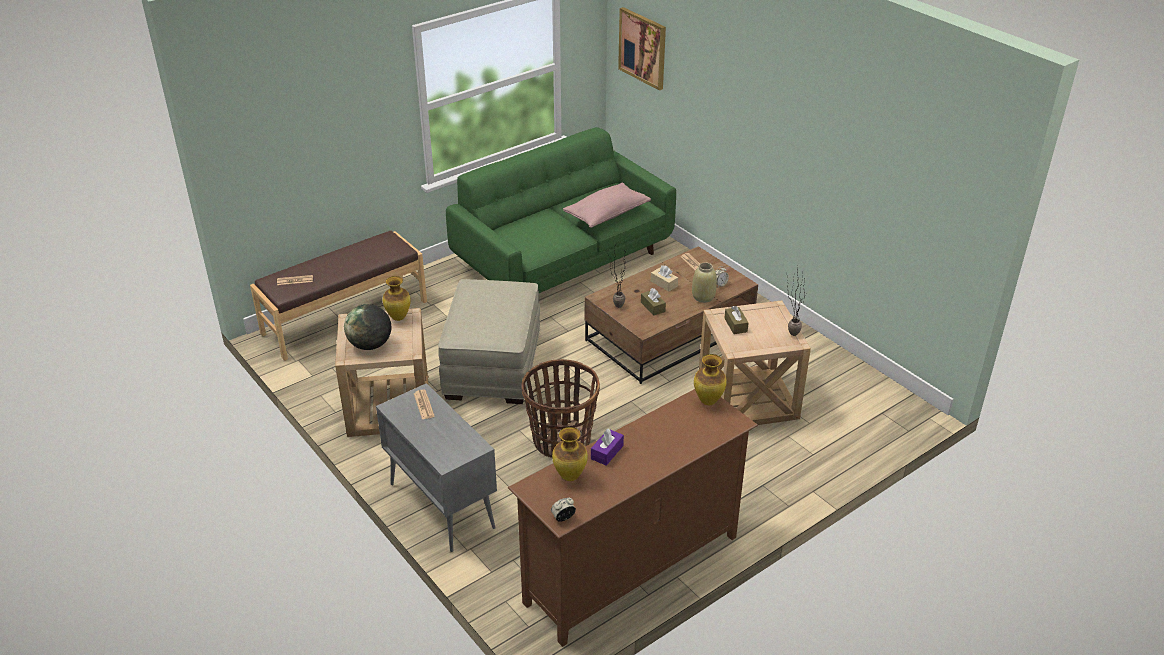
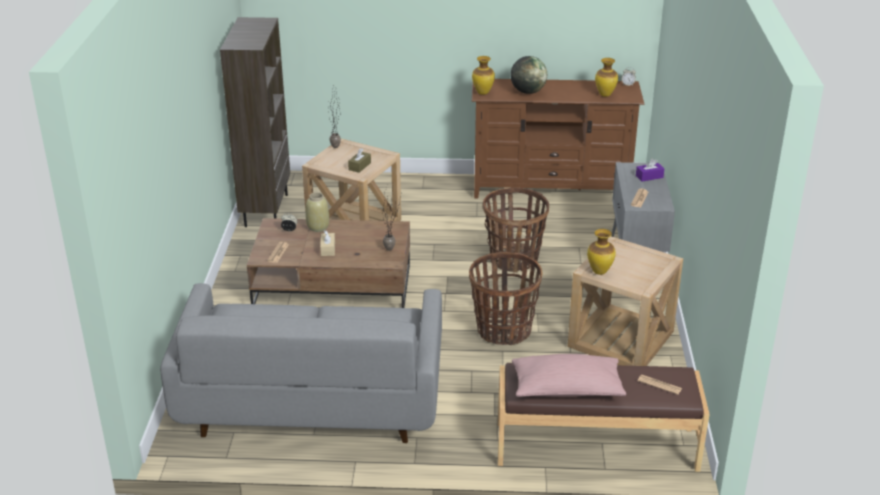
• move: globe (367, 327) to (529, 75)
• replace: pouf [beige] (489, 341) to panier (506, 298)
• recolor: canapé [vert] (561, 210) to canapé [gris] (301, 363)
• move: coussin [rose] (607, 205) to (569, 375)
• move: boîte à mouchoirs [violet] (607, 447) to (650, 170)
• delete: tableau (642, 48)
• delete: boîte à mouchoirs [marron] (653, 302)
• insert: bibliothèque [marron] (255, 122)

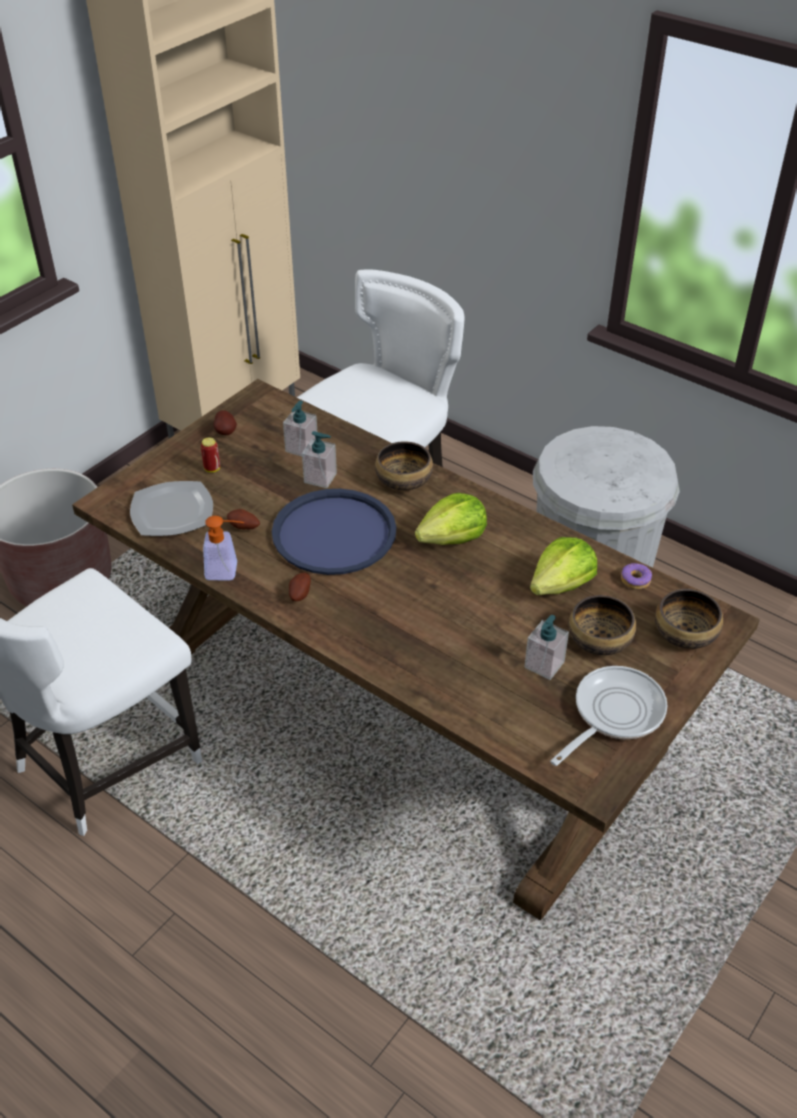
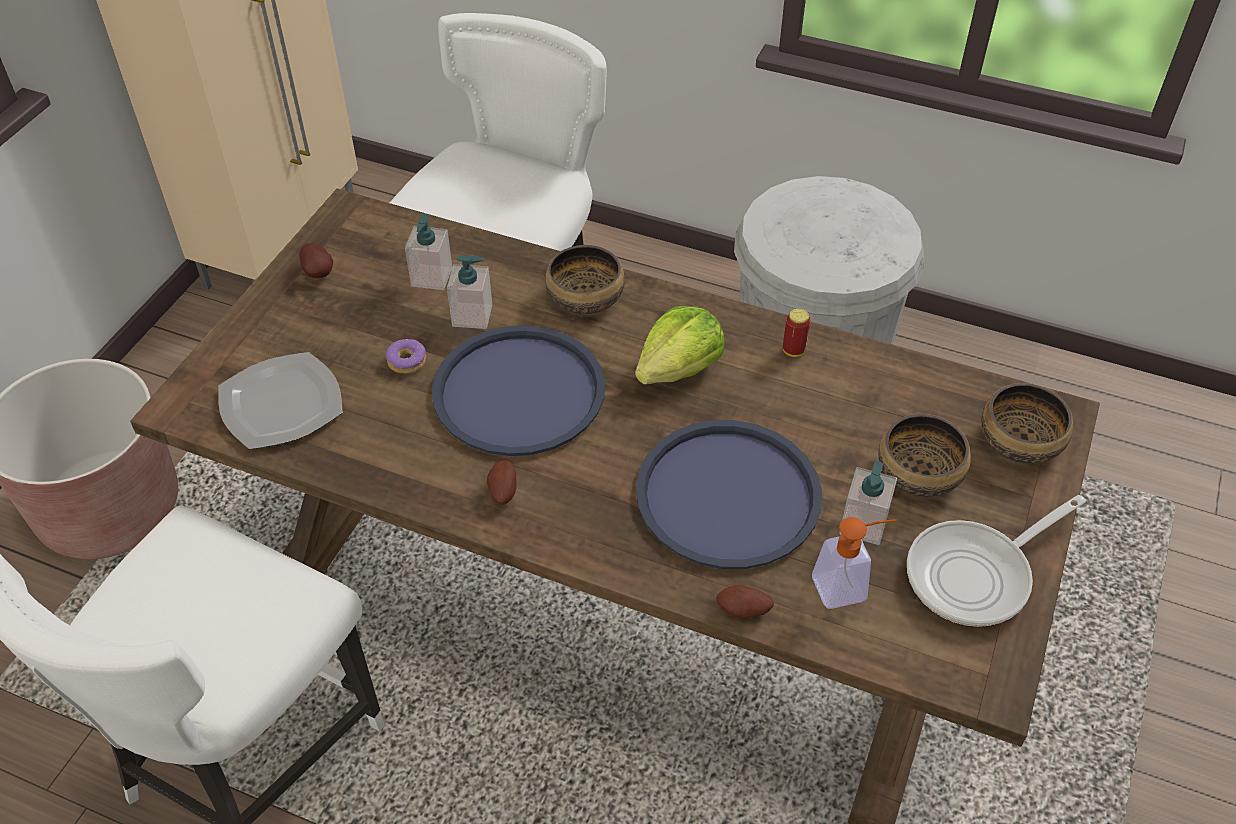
• move: boîte métallique (210, 455) to (797, 333)
• move: distributeur de savon (223, 548) to (854, 563)
• move: pomme de terre (243, 519) to (745, 602)
• delete: laitue (563, 566)
• rotate: poêle (609, 716) = (996, 561) 150 degrees counterclockwise
• move: beignet (636, 576) to (406, 356)
• insert: plateau [bleu] (729, 494)

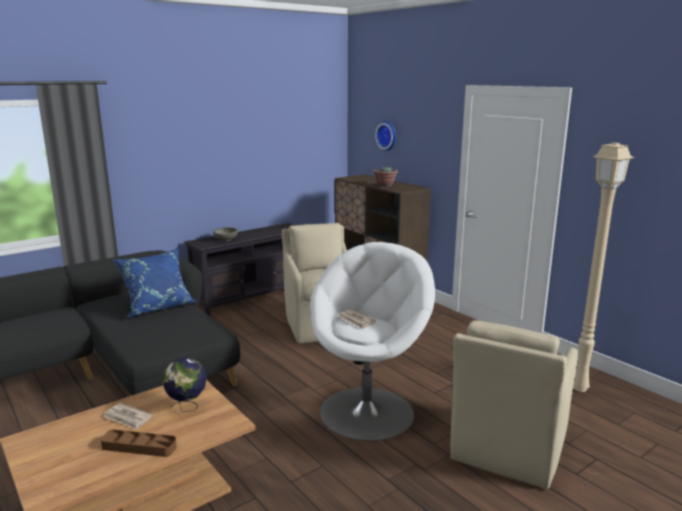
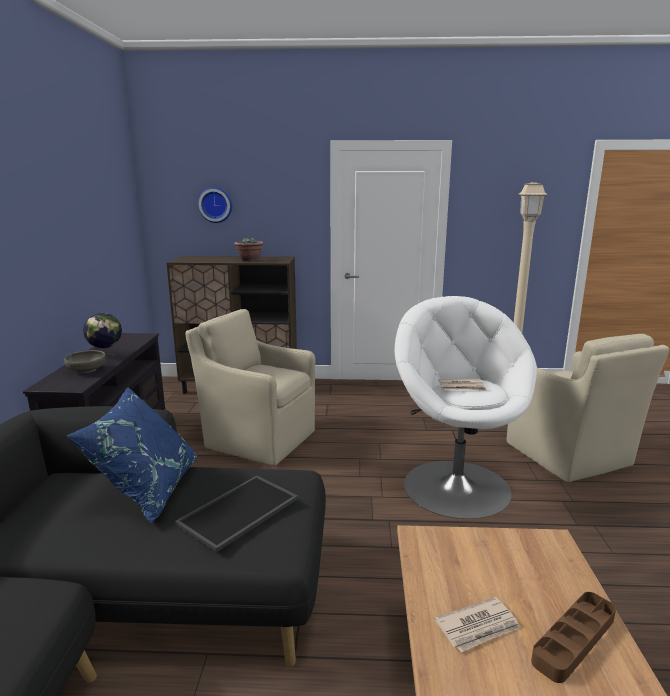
• move: globe (184, 385) to (102, 335)
• insert: plateau (236, 514)

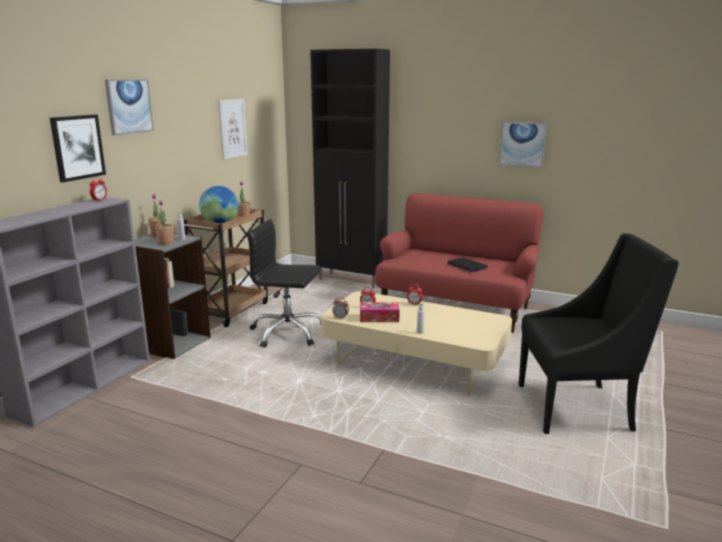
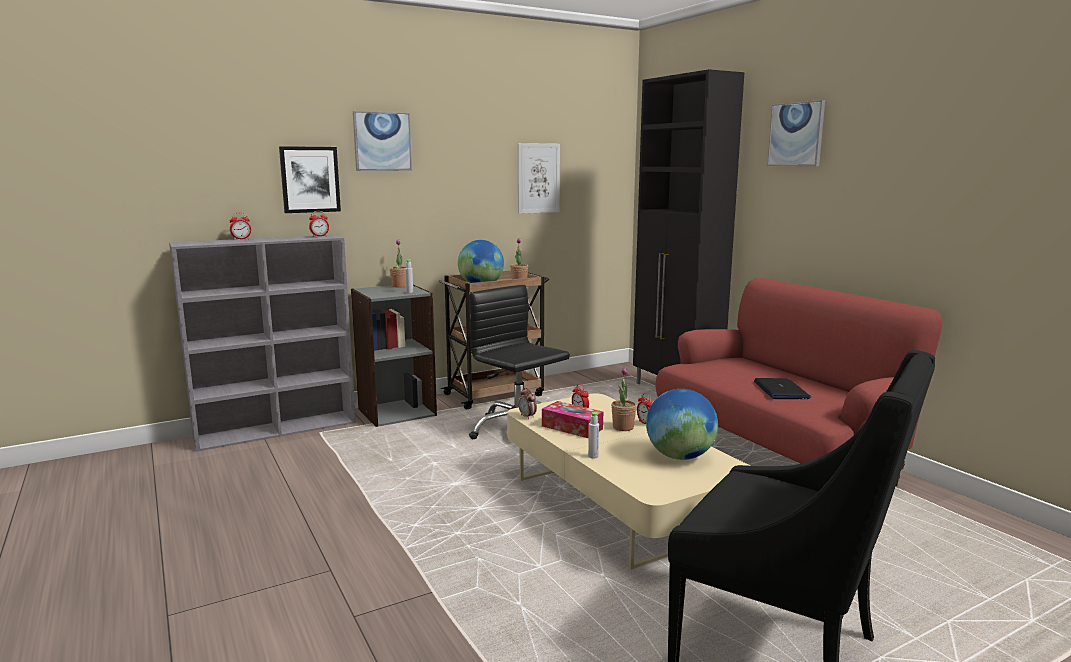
• move: plante en pot (164, 222) to (624, 399)
• move: tableau (523, 144) to (796, 133)
• insert: réveil (240, 226)
• insert: globe (682, 424)

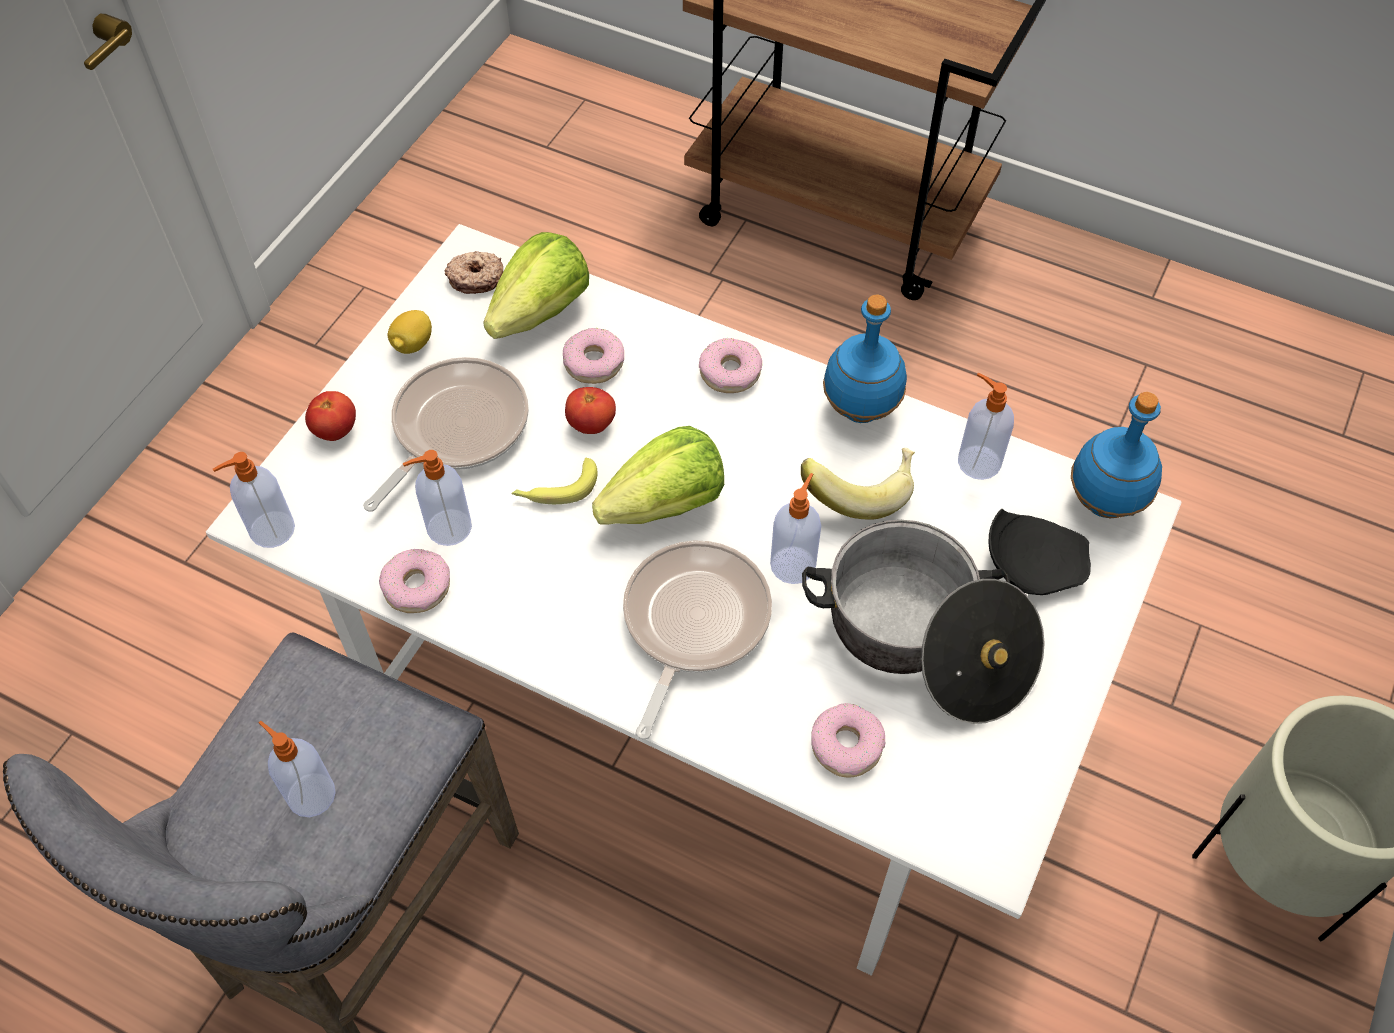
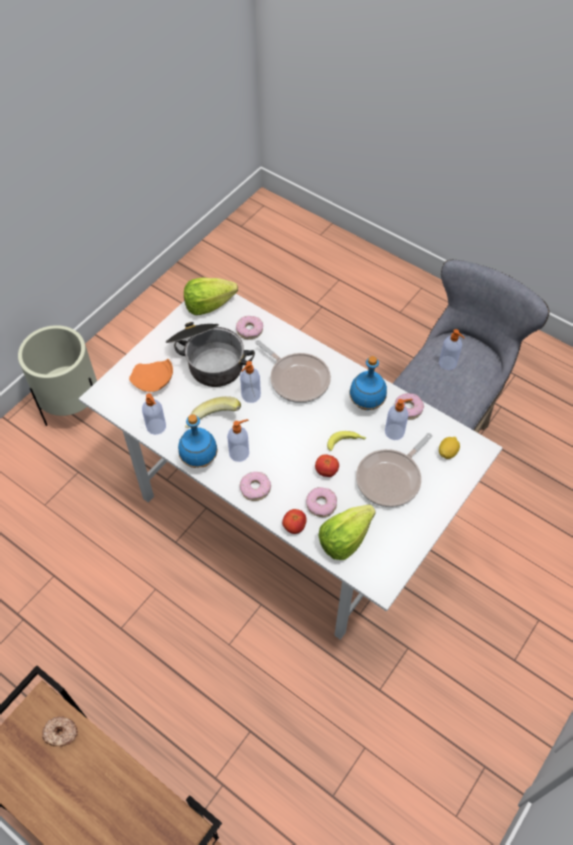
• move: distributeur de savon (254, 500) to (238, 440)
• move: tomate (330, 416) to (294, 521)
• move: citron (410, 332) to (449, 448)
• move: beignet (474, 272) to (60, 731)
• move: laitue (658, 475) to (211, 296)
• rotate: poêle (697, 640) = (293, 371) 75 degrees counterclockwise
• recolor: assiette [noir] (1039, 552) to assiette [orange] (151, 375)
• move: bouteille [bleu] (1116, 455) to (368, 383)

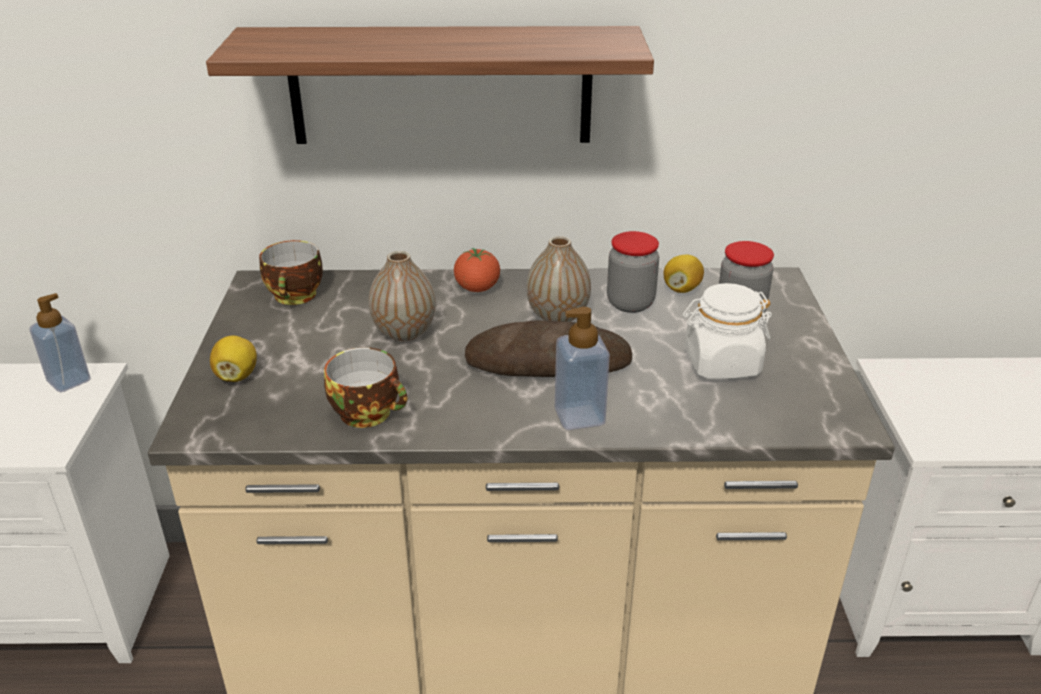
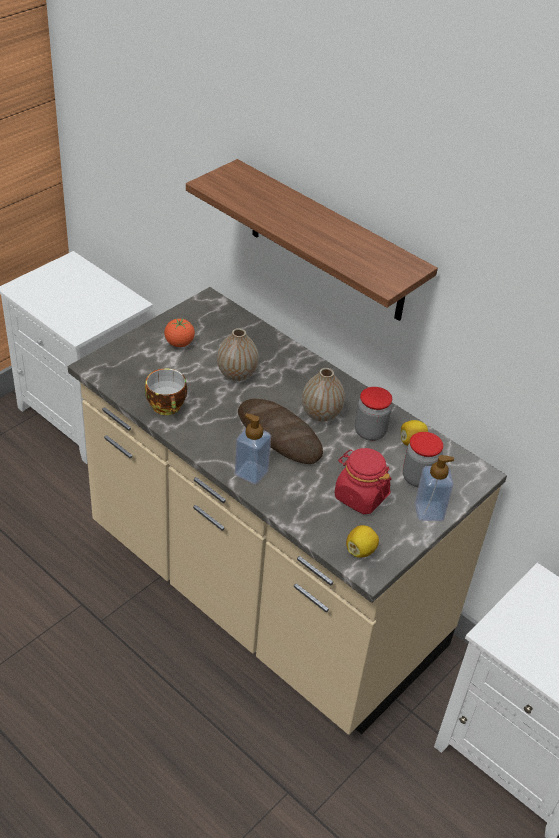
• move: distributeur de savon (60, 342) to (434, 488)
• move: citron (233, 359) to (362, 541)
• delete: tasse (291, 272)
• move: tomate (477, 270) to (179, 332)
• recolor: bocal [blanc] (727, 331) to bocal [rouge] (363, 481)

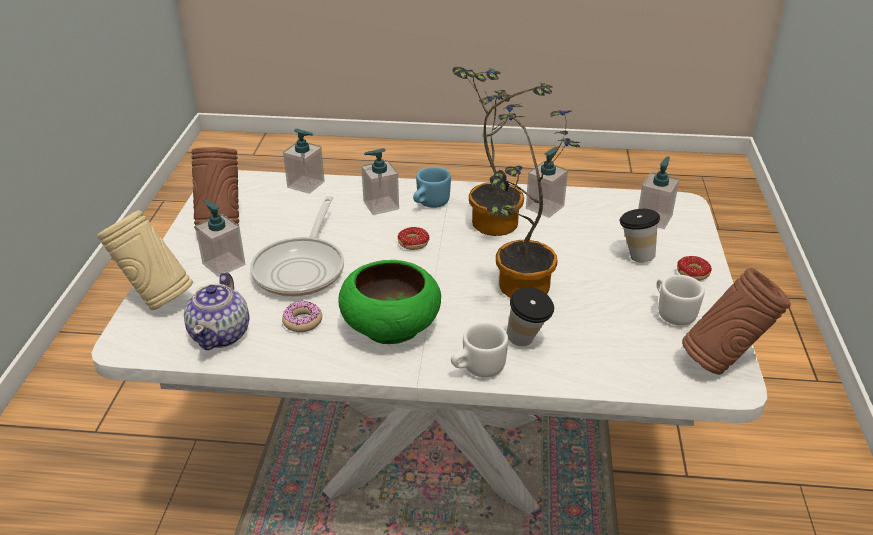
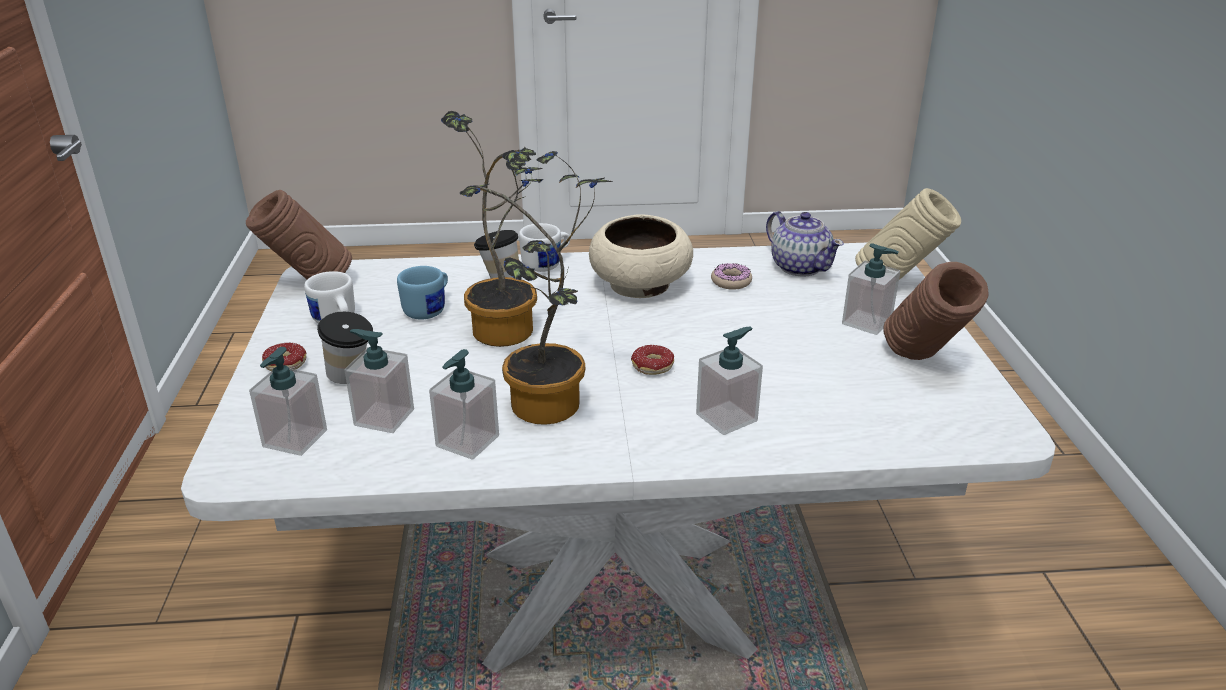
• rotate: théière (216, 311) = (805, 244) 150 degrees clockwise
• delete: poêle (297, 246)
• move: distributeur de savon (304, 161) to (379, 381)
• recolor: bol [vert] (389, 302) to bol [beige] (641, 256)
• move: mug [bleu] (432, 187) to (422, 292)

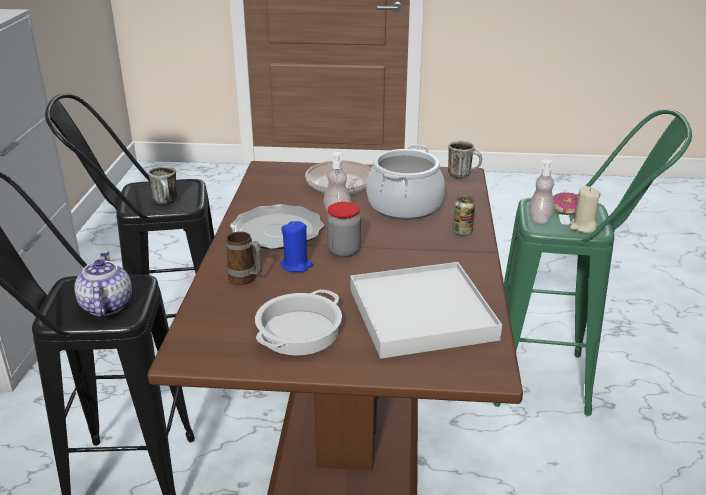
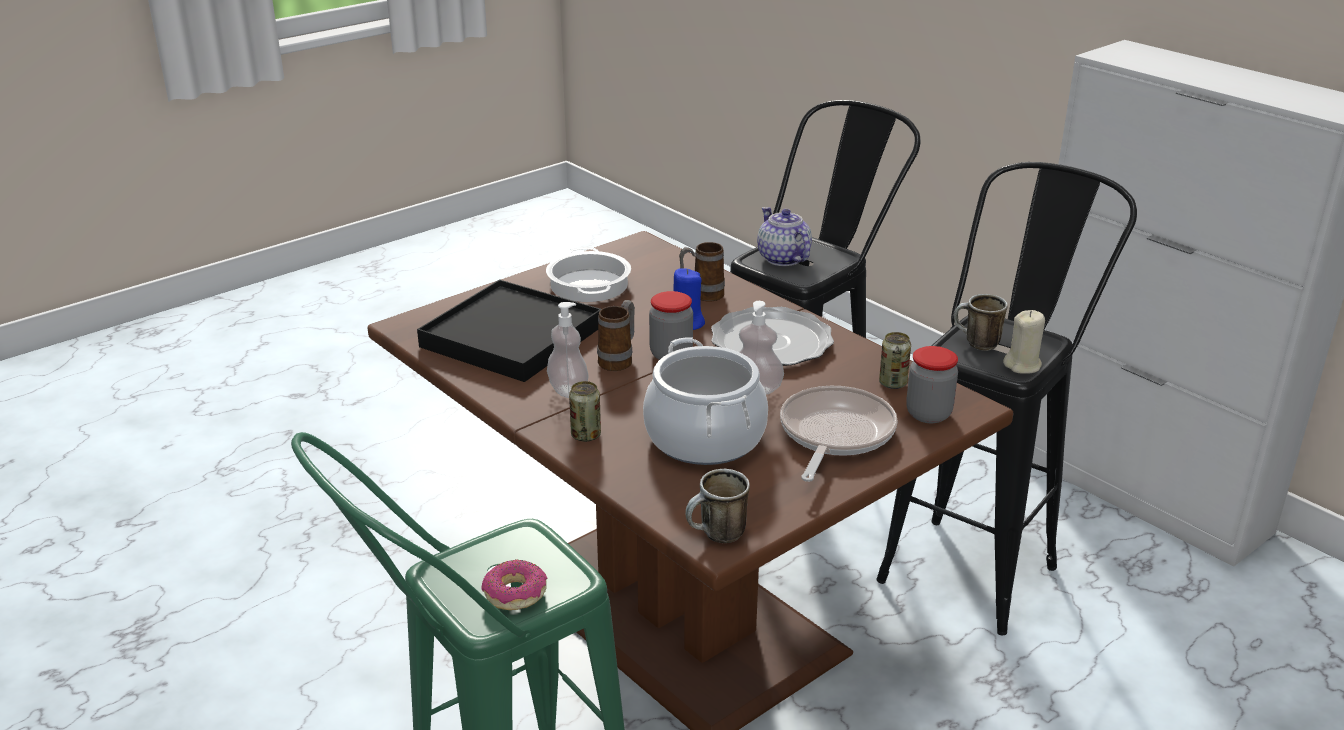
• rotate: théière (103, 284) = (784, 236) 150 degrees counterclockwise
• recolor: plateau [blanc] (426, 310) to plateau [noir] (509, 330)
• move: distributeur de savon (541, 191) to (568, 350)
• move: bougie [beige] (585, 209) to (1024, 342)
• insert: mug (616, 335)
• insert: boîte métallique (895, 360)
• insert: bocal (932, 384)

